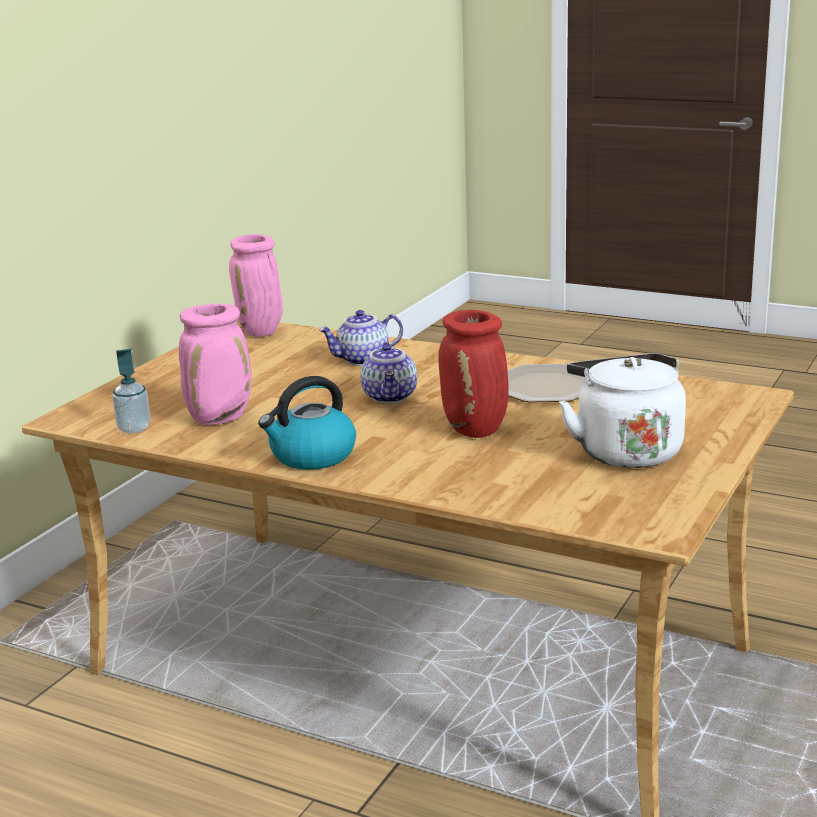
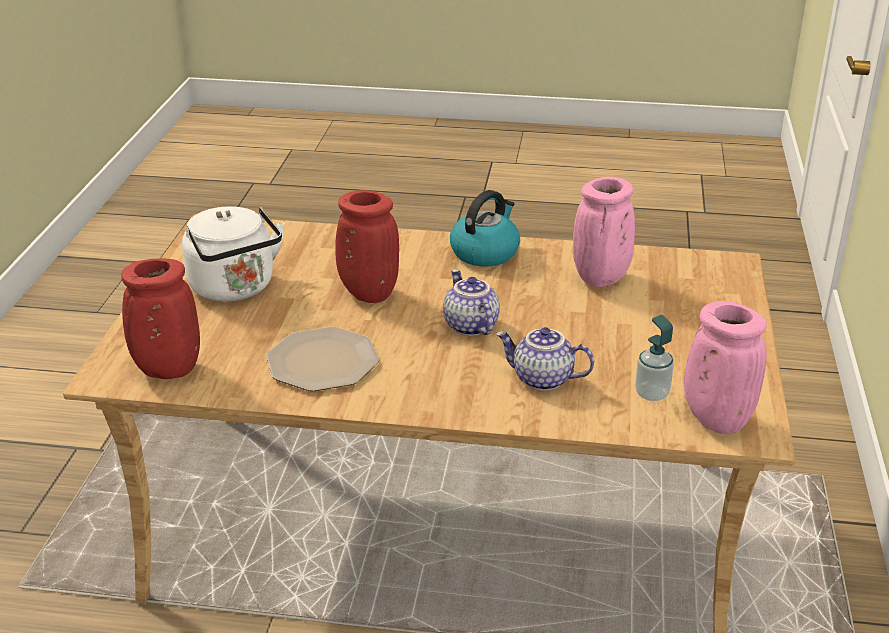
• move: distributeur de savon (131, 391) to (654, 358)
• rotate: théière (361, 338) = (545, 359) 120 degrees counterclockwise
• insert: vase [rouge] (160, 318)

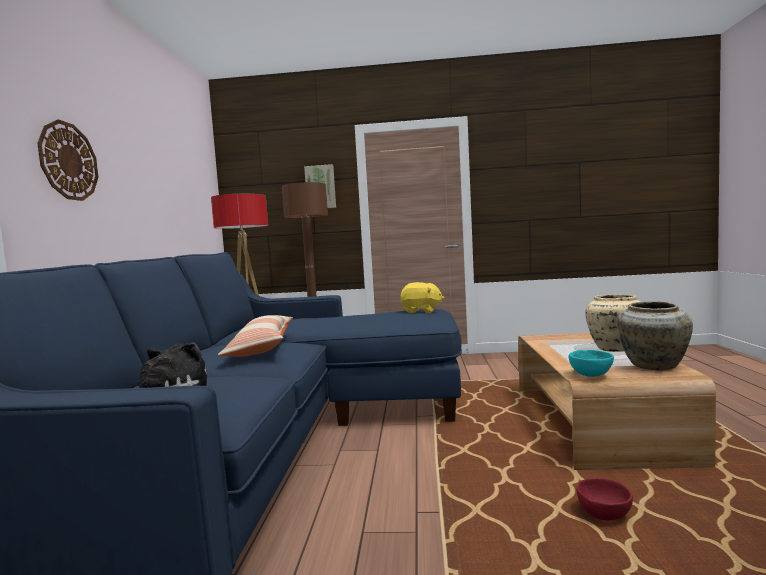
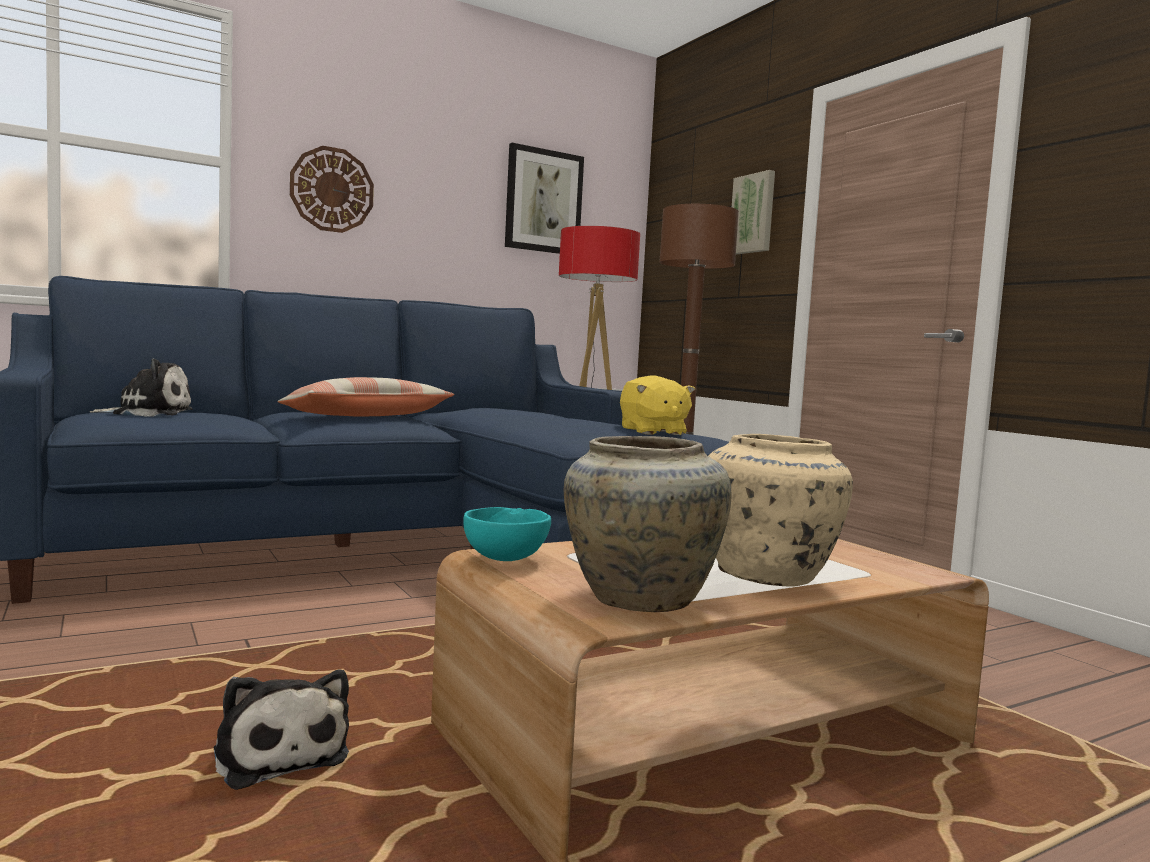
• replace: bol [rouge] (604, 499) to peluche (281, 729)
• insert: tableau (544, 198)

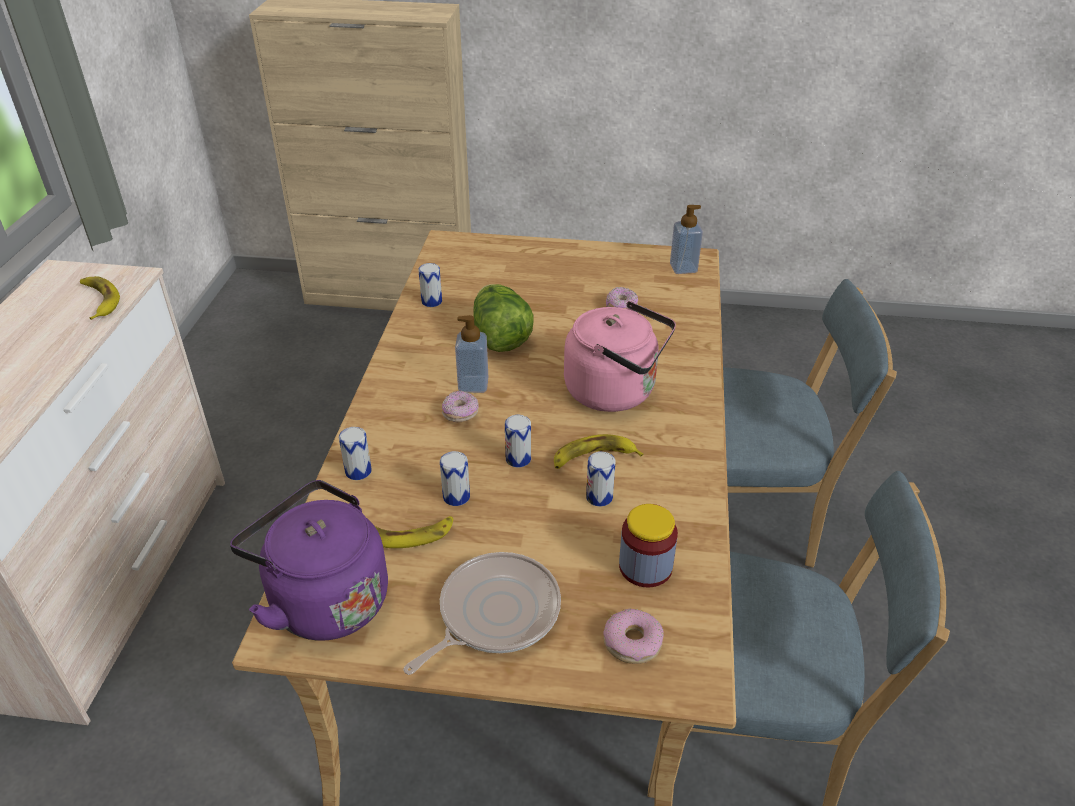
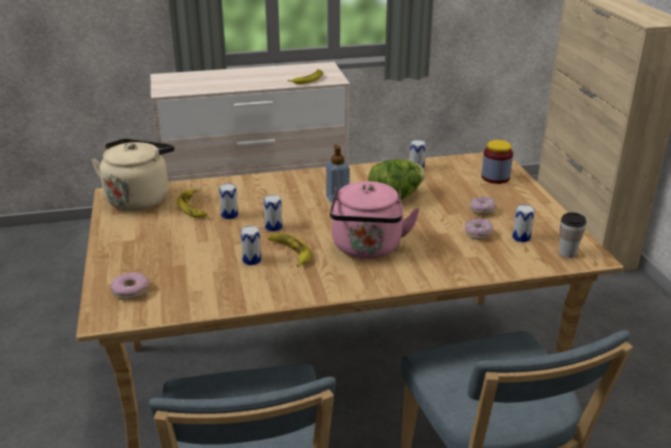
• recolor: bouilloire [violet] (309, 560) to bouilloire [beige] (132, 174)
• move: boîte métallique (355, 453) to (523, 223)
• delete: poêle (482, 613)
• move: beignet (460, 406) to (483, 206)
• move: bocal (648, 545) to (497, 162)
• replace: distributeur de savon (686, 239) to tasse (573, 235)

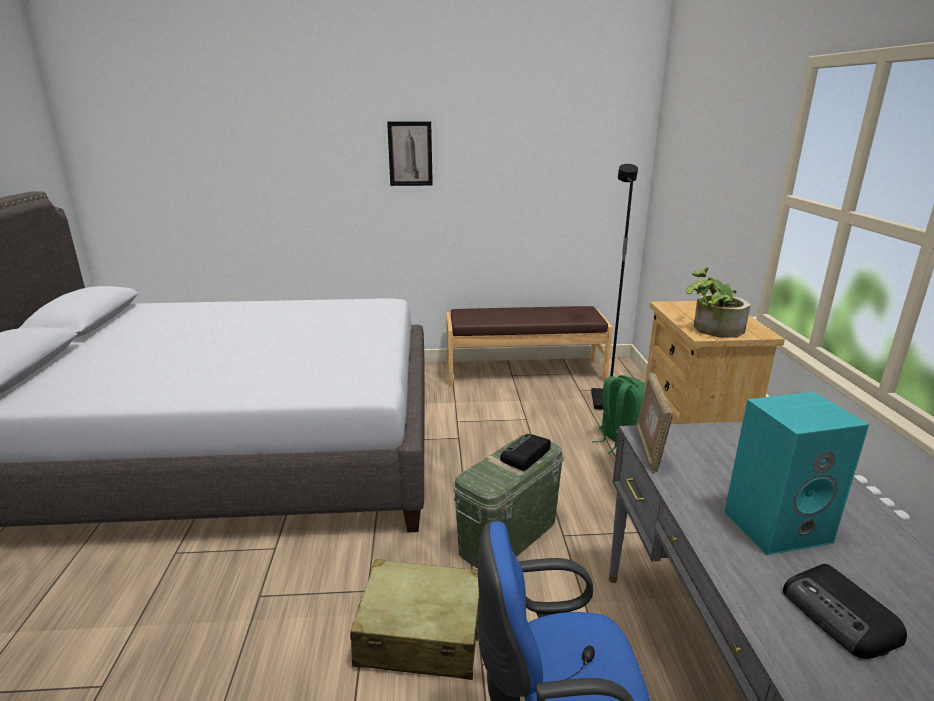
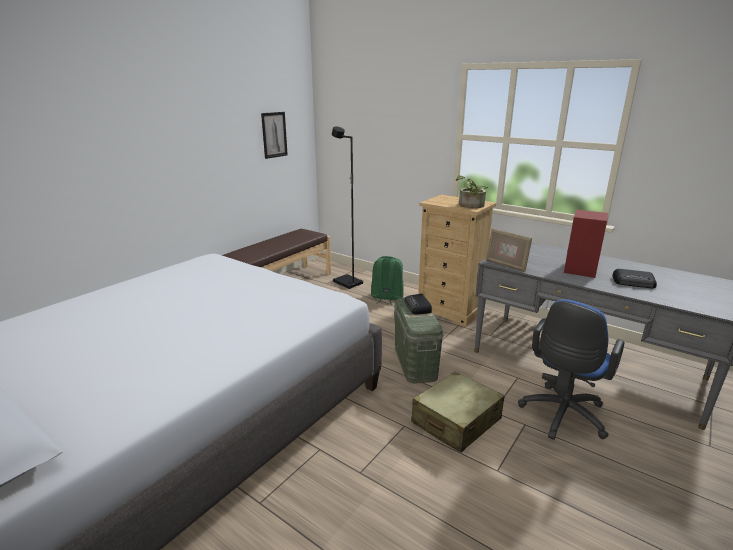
• move: tableau (410, 153) to (274, 135)
• recolor: enceinte [turquoise] (796, 473) to enceinte [rouge] (586, 244)

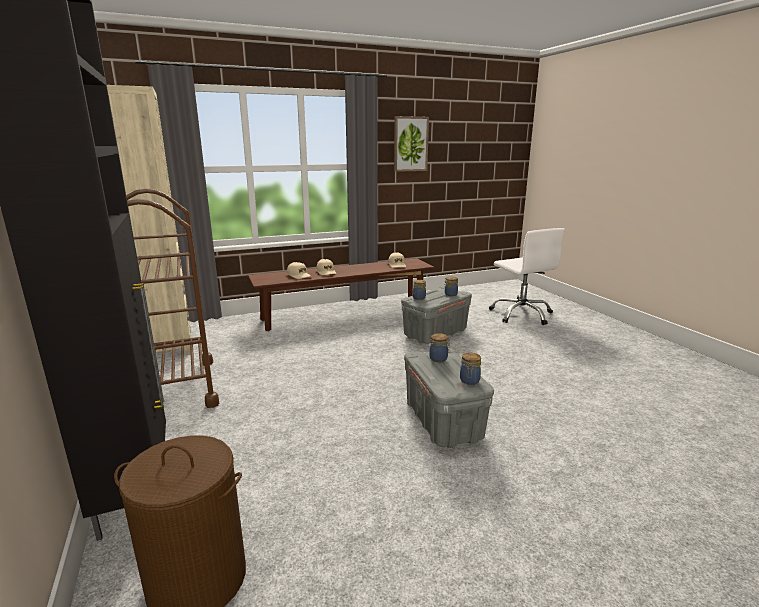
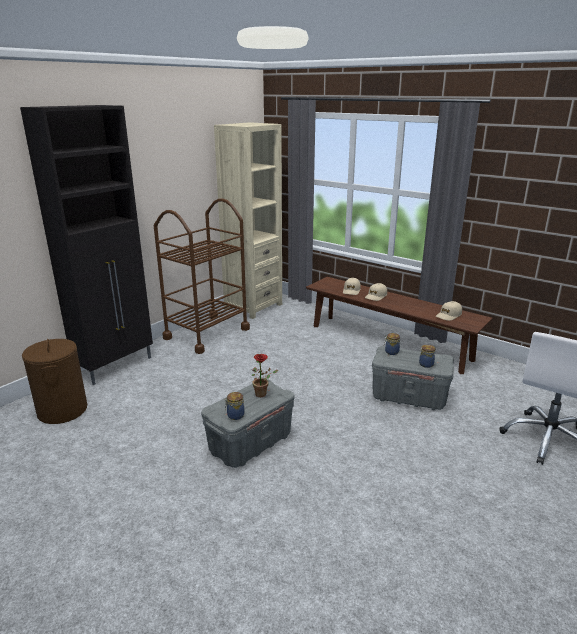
• delete: tableau (411, 144)
• replace: bocal (439, 347) to plante en pot (265, 375)

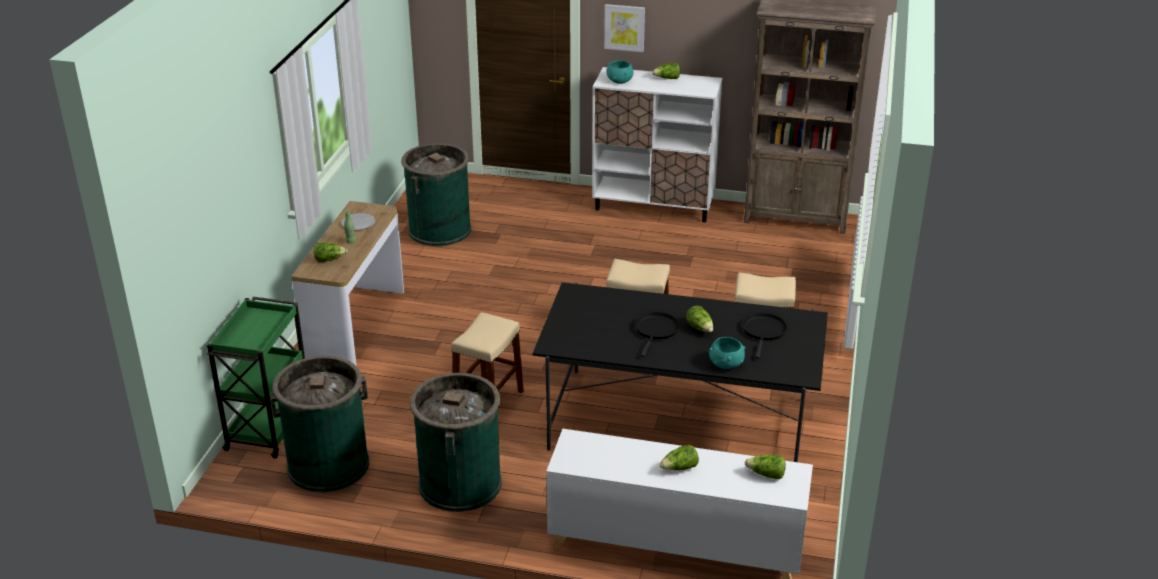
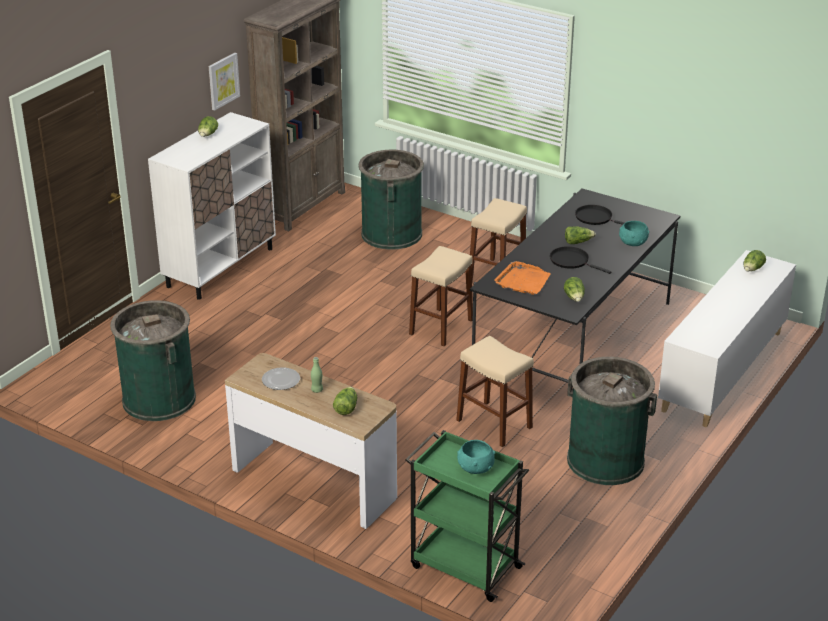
• move: poubelle [vert] (319, 424) to (391, 200)
• move: tableau (624, 28) to (224, 82)
• move: bol [turquoise] (620, 72) to (476, 457)
• move: laitue (679, 457) to (574, 289)
• insert: plateau [orange] (523, 278)

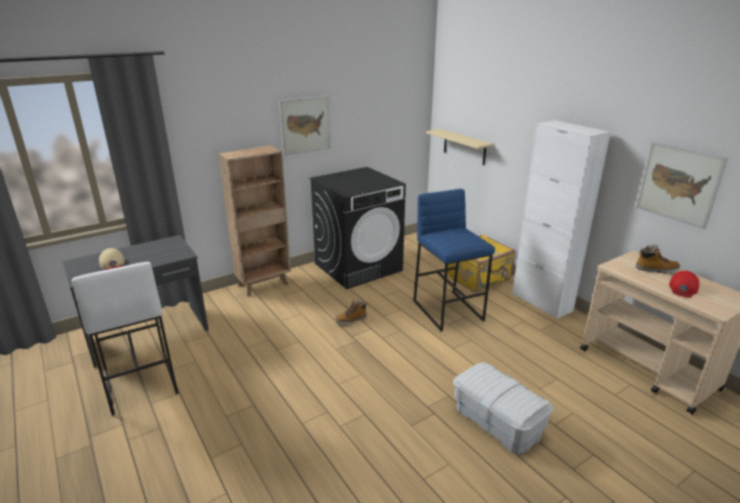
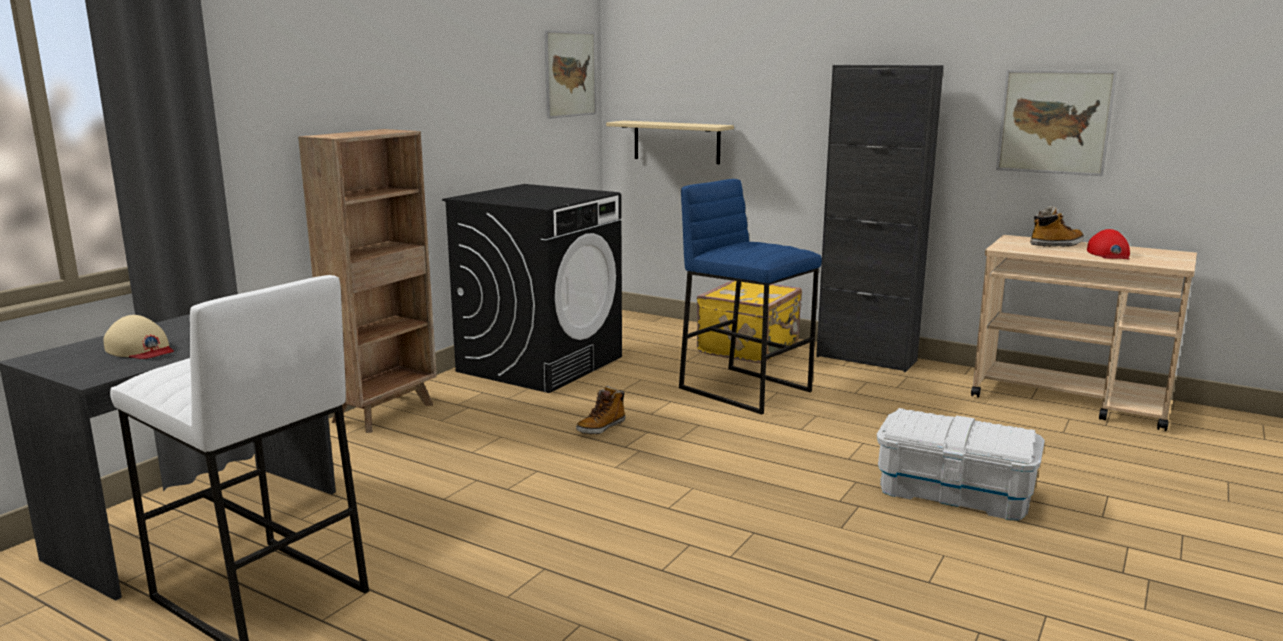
• move: tableau (305, 126) to (570, 74)
• recolor: meuble de rangement [blanc] (561, 219) to meuble de rangement [noir] (879, 218)

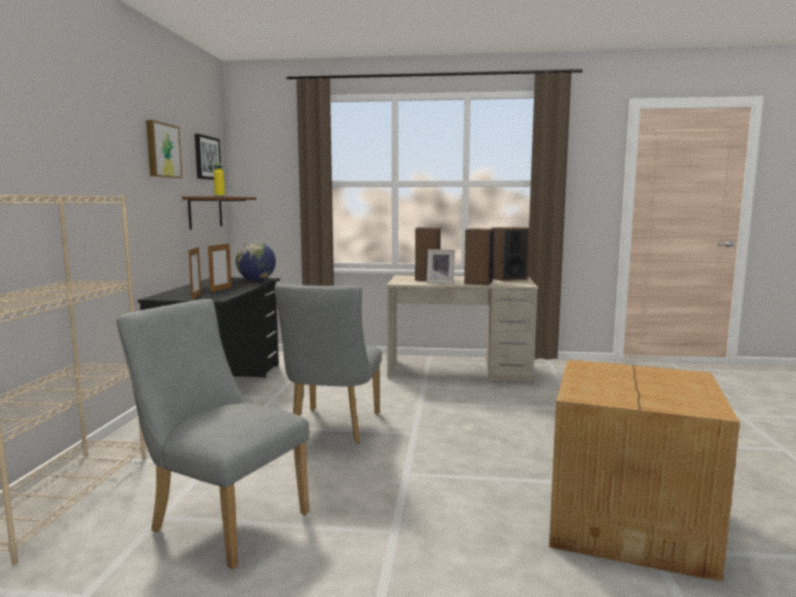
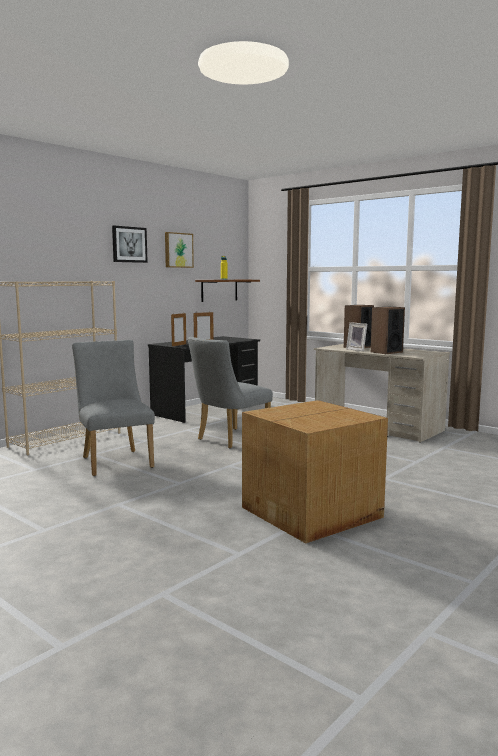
• move: tableau (208, 157) to (130, 244)
• delete: globe (256, 261)
• delete: enceinte (510, 254)

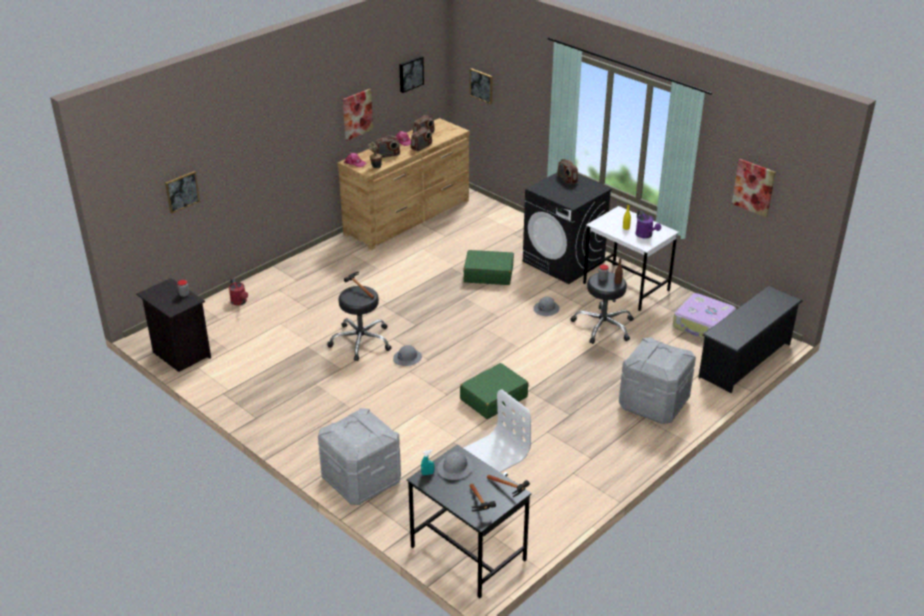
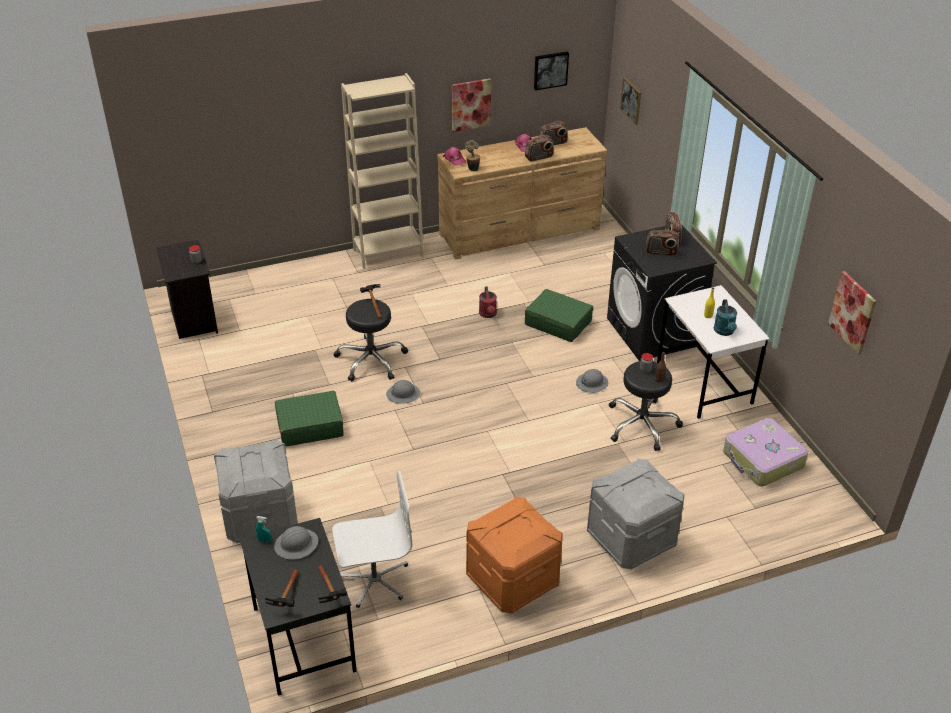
• delete: tableau (182, 192)
• move: arrosoir [rouge] (238, 292) to (488, 302)
• move: radio (387, 146) to (662, 242)
• move: valise [vert] (494, 391) to (309, 419)
• recolor: arrosoir [violet] (648, 224) to arrosoir [turquoise] (725, 317)
• delete: étagère à chaussures [noir] (750, 339)
• insert: bibliothèque [beige] (382, 171)
• insert: boîte de rangement [orange] (514, 555)

